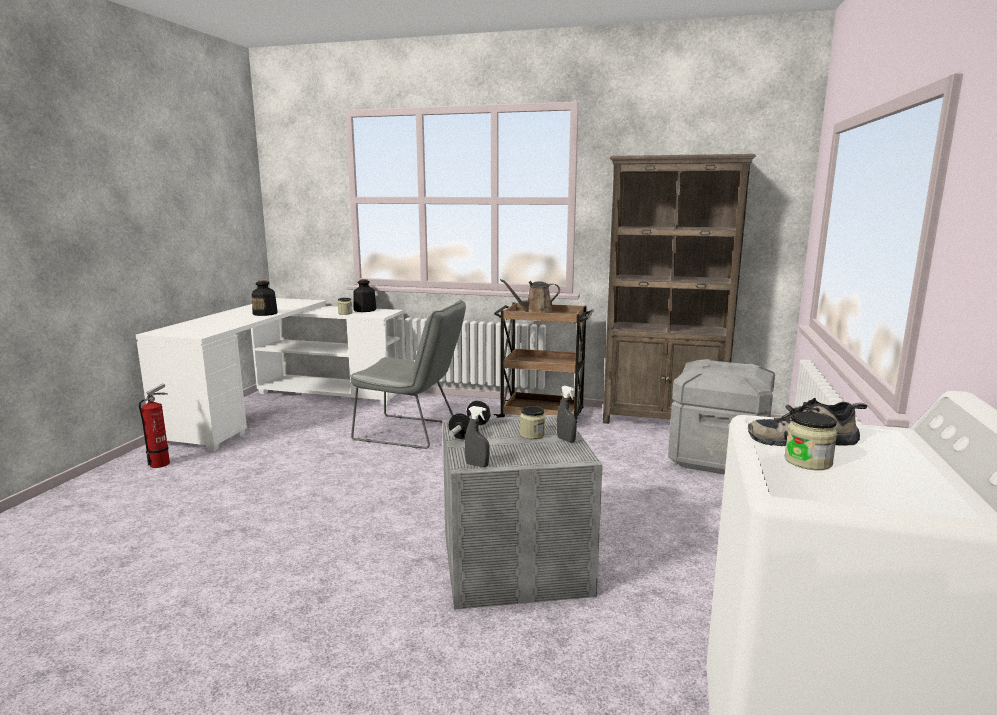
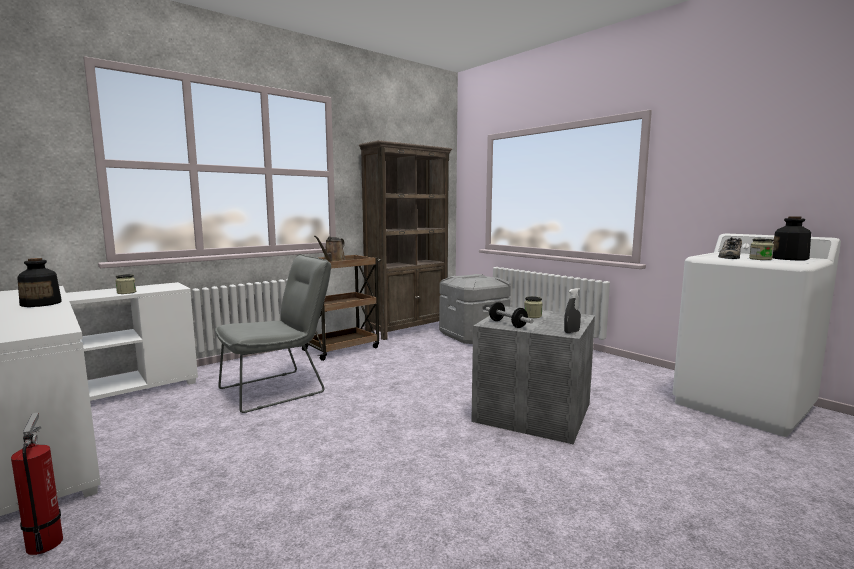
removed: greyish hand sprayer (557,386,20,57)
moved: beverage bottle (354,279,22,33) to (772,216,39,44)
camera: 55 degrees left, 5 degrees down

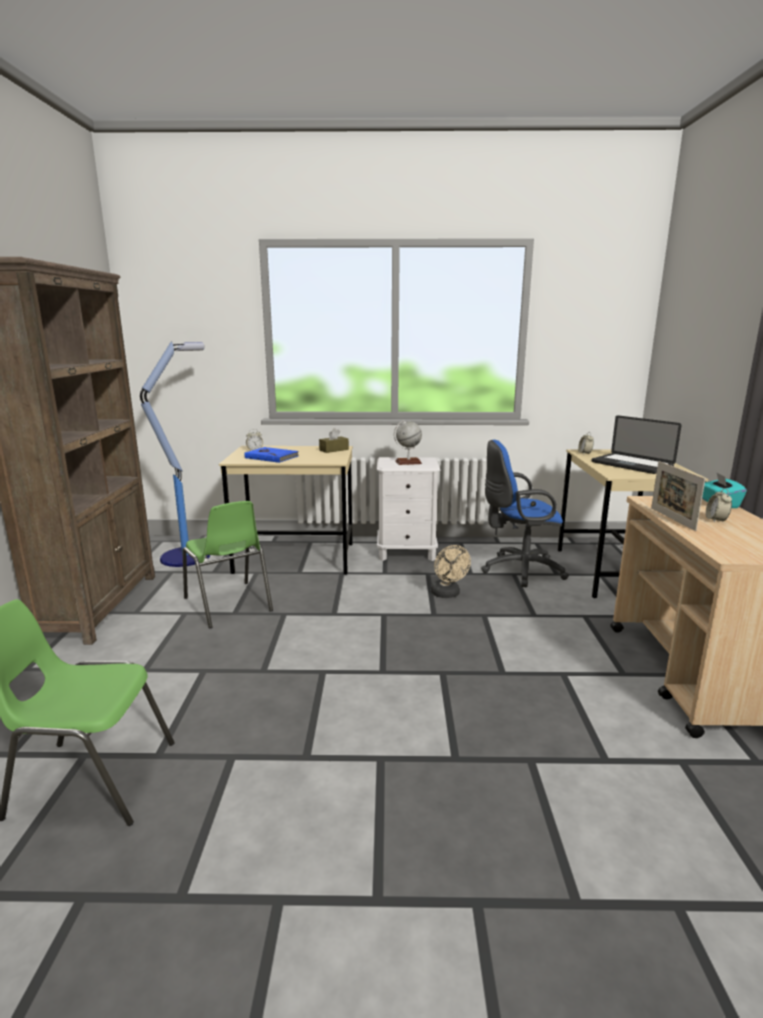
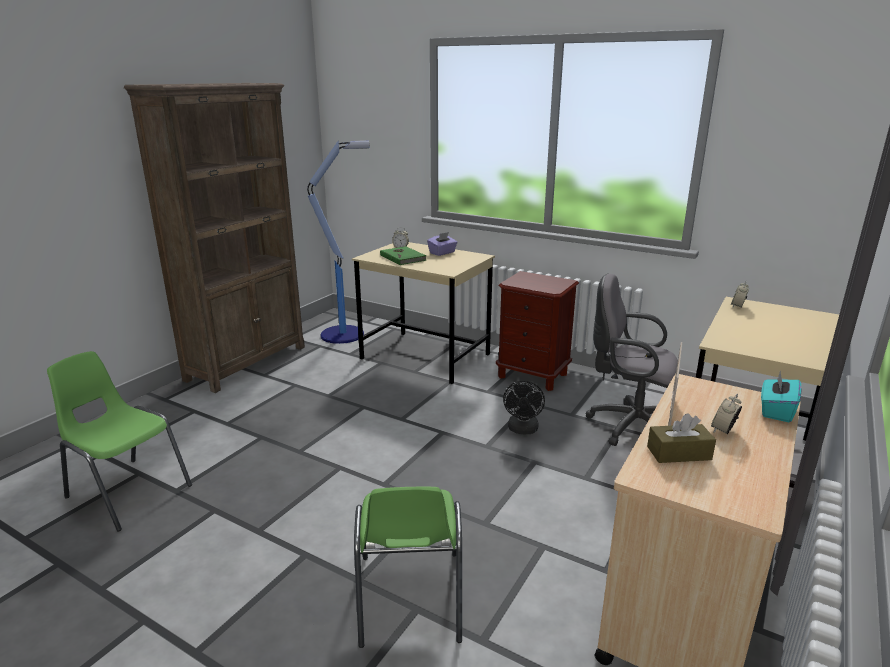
removed: portable computer (592,415,90,59); world globe (394,420,28,45)
added: purplish tissue box (427,232,31,24)
moved: brownish tissue box (319,428,30,25) to (647,413,69,50); green plain chair (182,501,91,127) to (354,487,108,161)
recoloured: blue-coloured office chair (481,440,88,147) to greyish office chair (585,274,93,172); blue-coloured bound book (245,447,53,16) to green bound book (380,246,47,19); white nightstand (377,457,63,104) to brownish nightstand (496,271,83,120); sand-coloured electric fan (431,545,40,53) to blackish electric fan (503,381,42,53)
camera: 30 degrees right, 5 degrees up

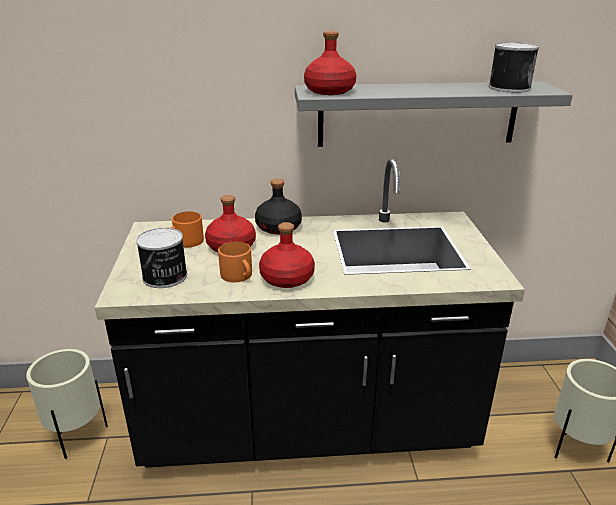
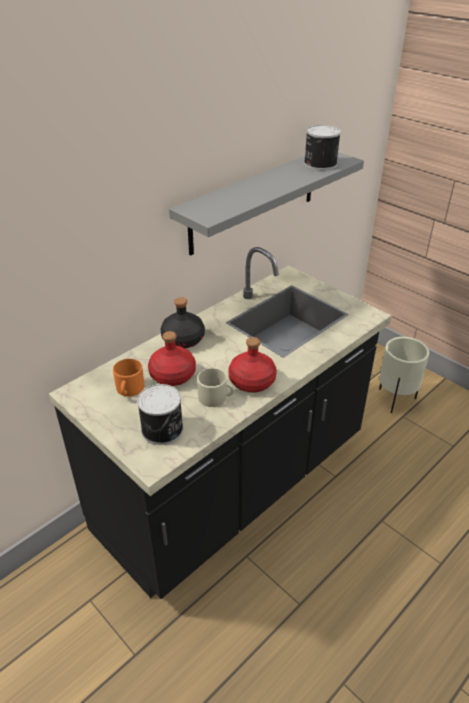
removed: red-coloured beverage bottle (304,31,52,64); sand-coloured plant pot (26,349,82,110)
recoloured: orangey tea mug (218,242,34,40) to sand-coloured tea mug (197,368,38,39)
camera: 40 degrees left, 10 degrees up

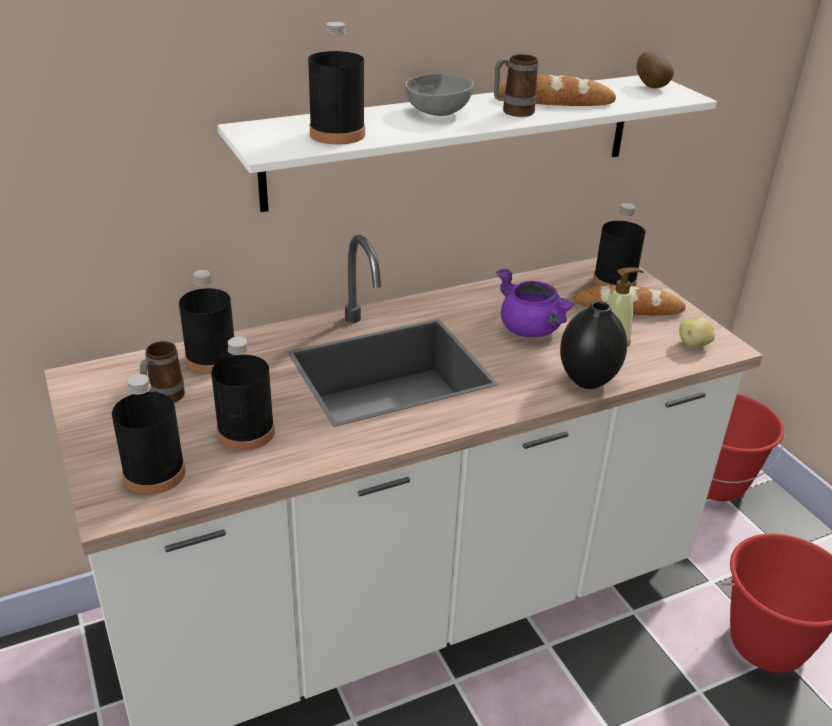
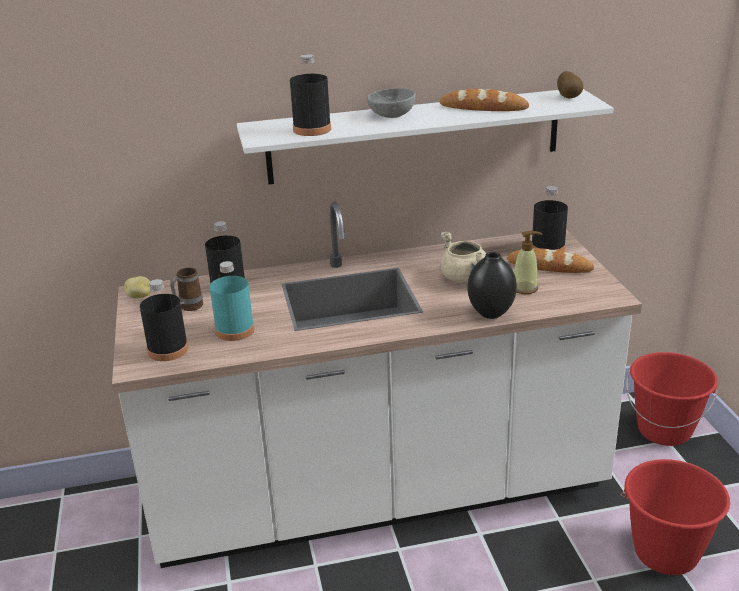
removed: tea mug (494,54,44,63)
moved: whole potato (679,317,36,31) to (124,276,27,23)
recoloured: purplish saucepot (496,269,79,68) to sand-coloured saucepot (440,231,46,51); blackish beverage bottle (211,336,64,115) to turquoise beverage bottle (210,261,45,80)
camera: 15 degrees right, 5 degrees down

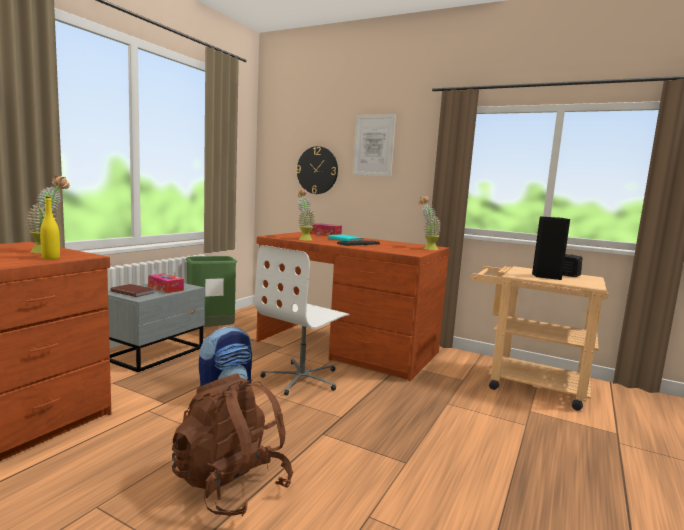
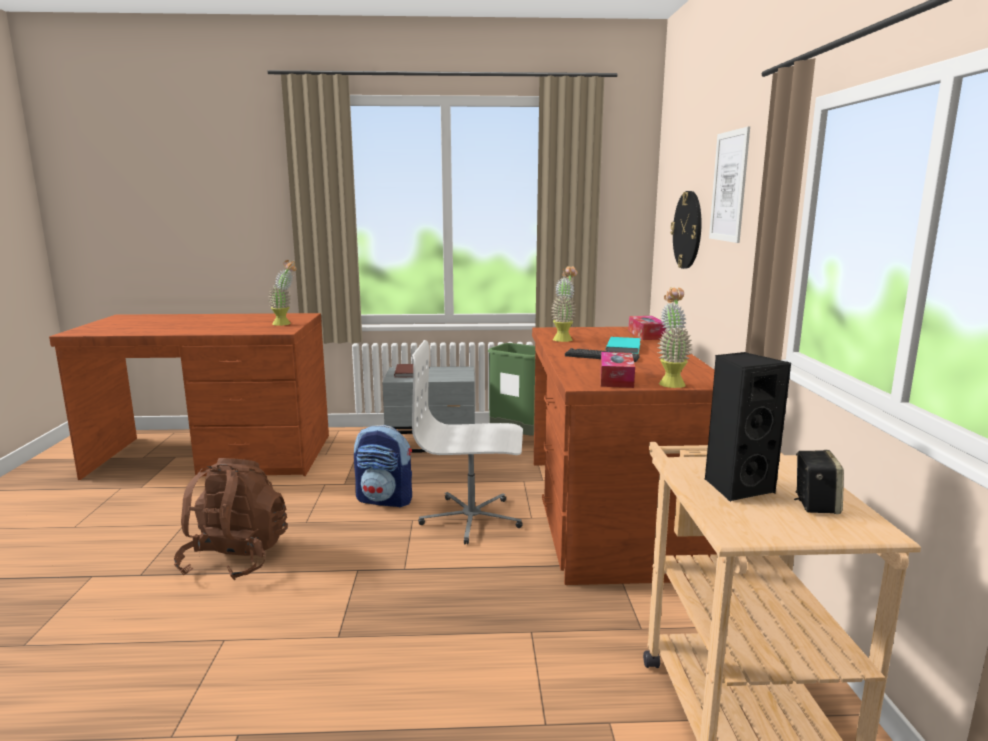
removed: yellowish beverage bottle (40,197,20,63)
moved: tissue box (148,273,36,20) to (600,352,35,36)
camera: 60 degrees right, 5 degrees up

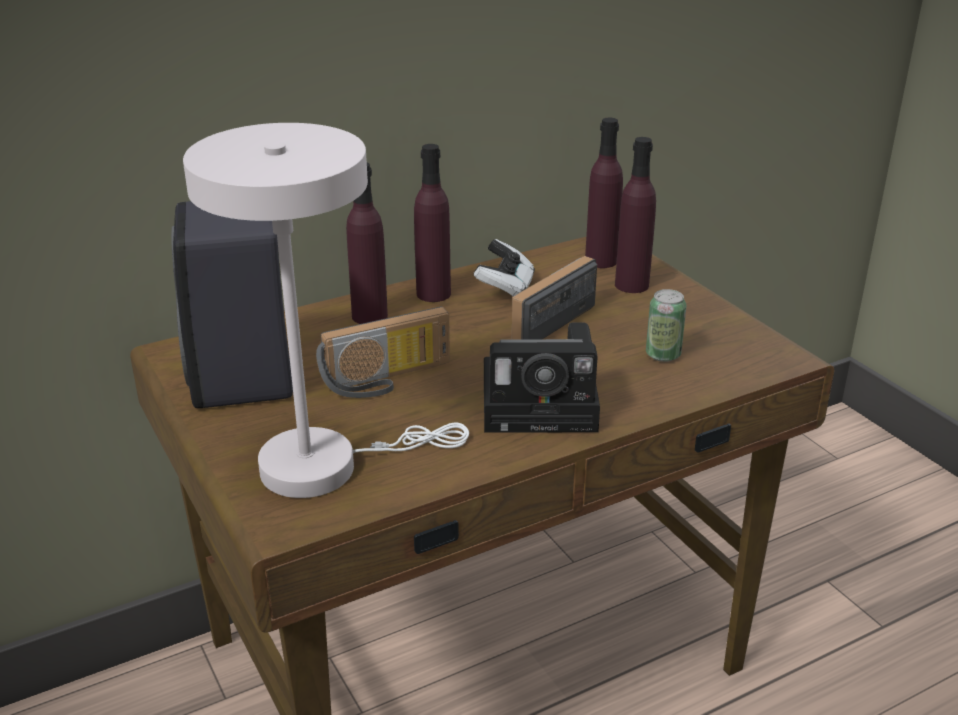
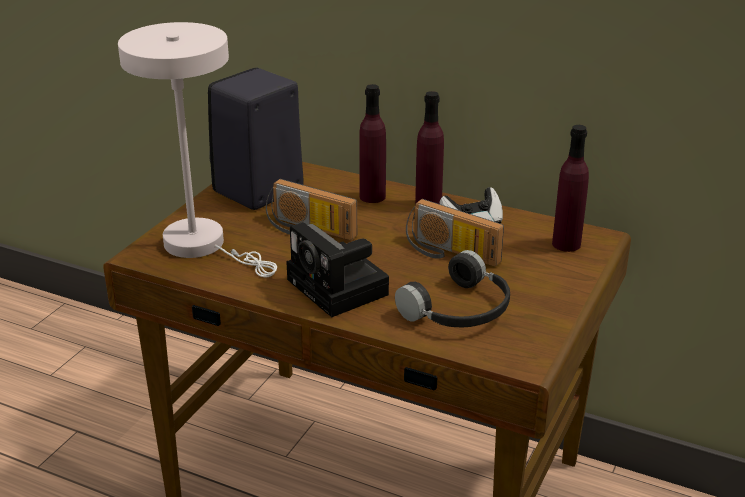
removed: purplish beverage bottle (615,137,41,156)
replaced: sealed can (646,289,41,73) to blackish pair of headphones (395,250,115,77)
turned: radio set (512,256,85,83) = (406,199,98,68) 150 degrees counterclockwise
camera: 55 degrees right, 0 degrees up

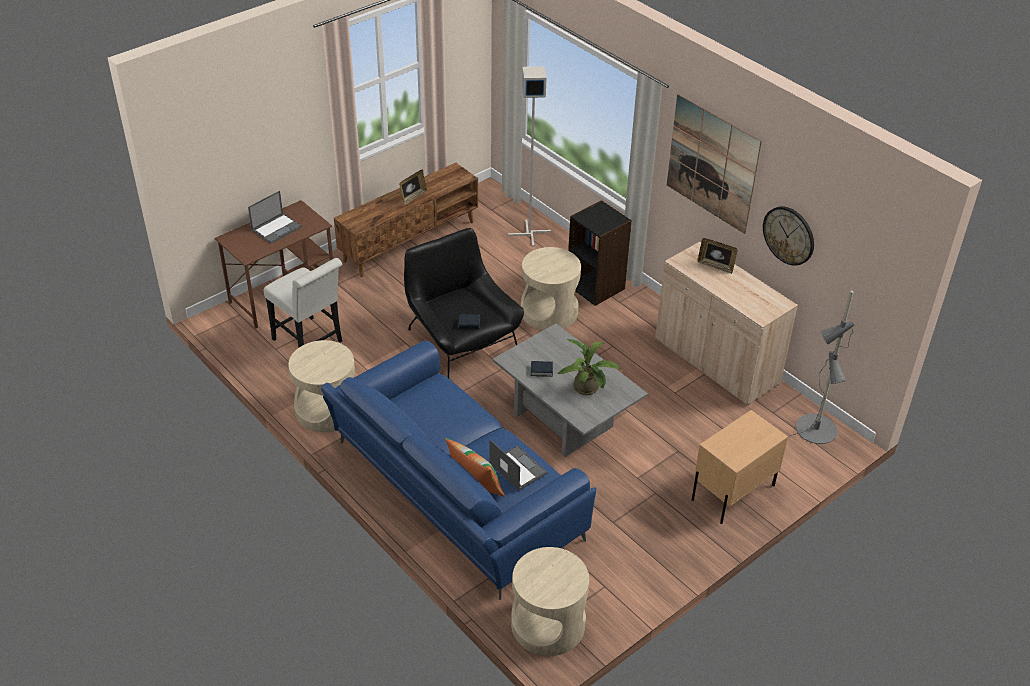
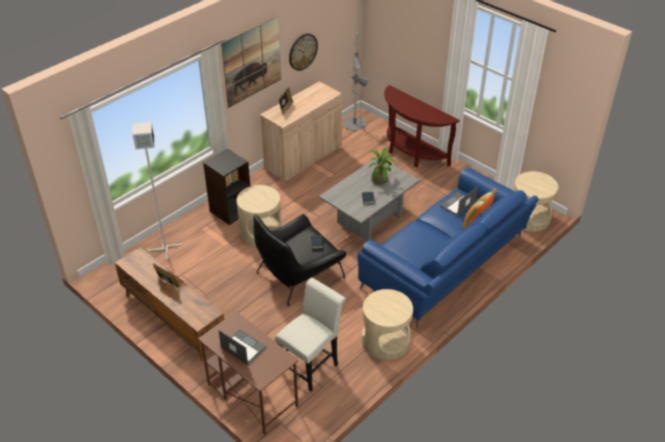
replaced: sand-coloured nightstand (692,410,96,114) to brownish console table (384,85,76,82)
camera: 95 degrees left, 0 degrees up

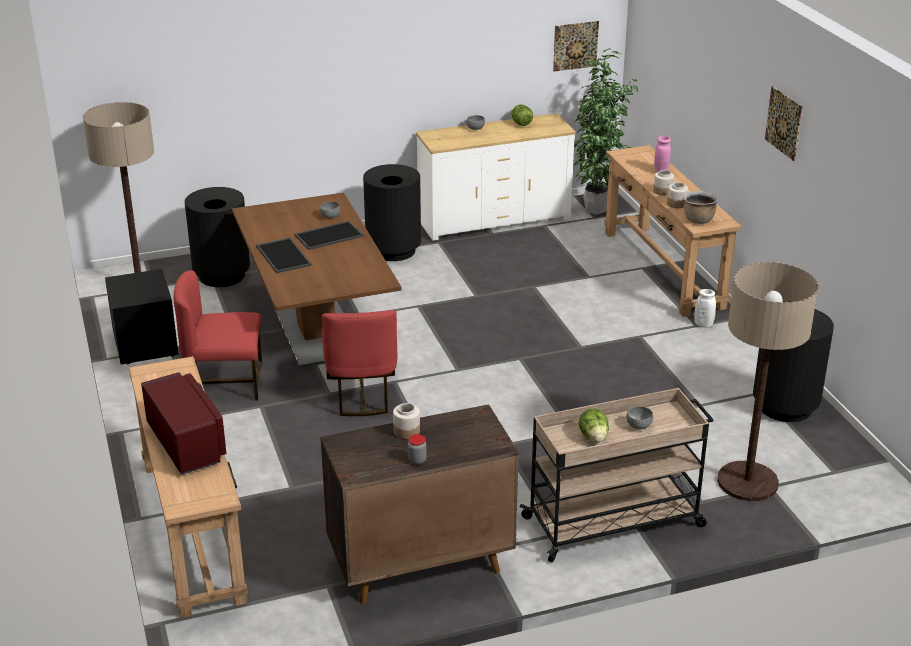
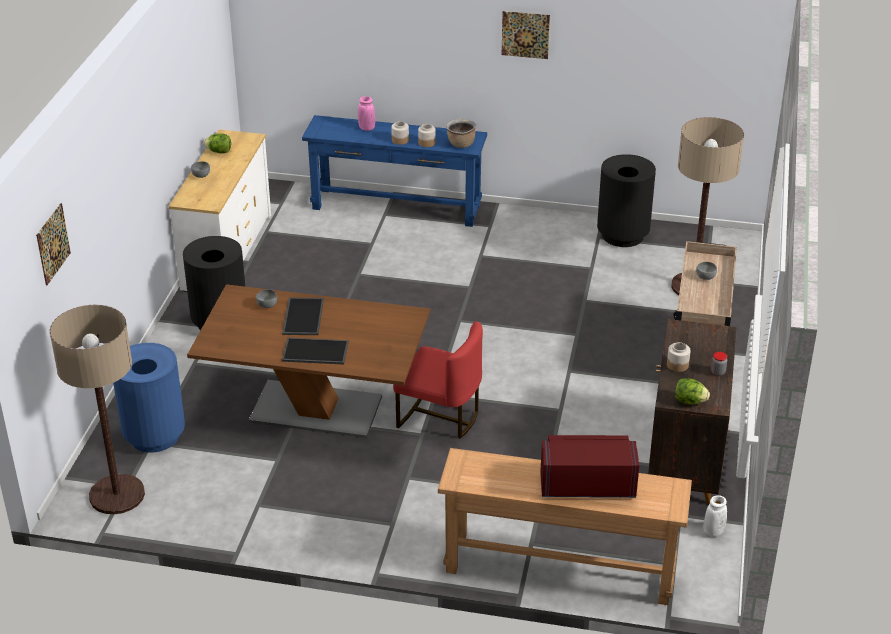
removed: houseplant (573,48,65,167); blackish nightstand (105,269,74,95); red-coloured plain chair (174,270,88,130)
moved: wall picture (553,21,46,51) to (36,203,35,82); white decorative vase (694,289,22,39) to (704,495,23,41); lettuce head (579,408,30,34) to (675,378,35,26)
recoloured: brownish console table (604,145,137,172) to blue-coloured console table (302,115,185,112); blackish waste bin (185,187,65,100) to blue-coloured waste bin (113,343,72,110)
camera: 60 degrees left, 5 degrees up

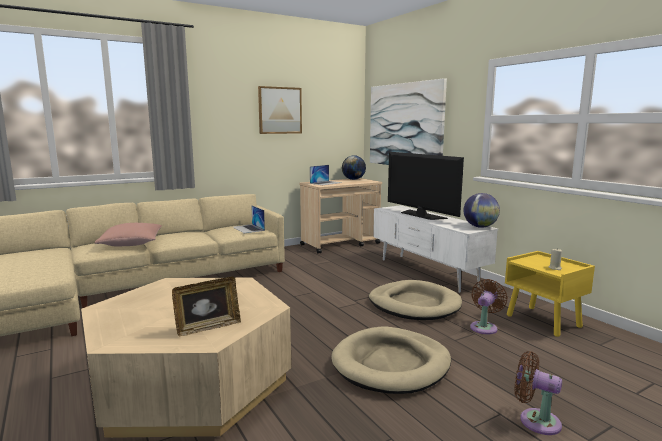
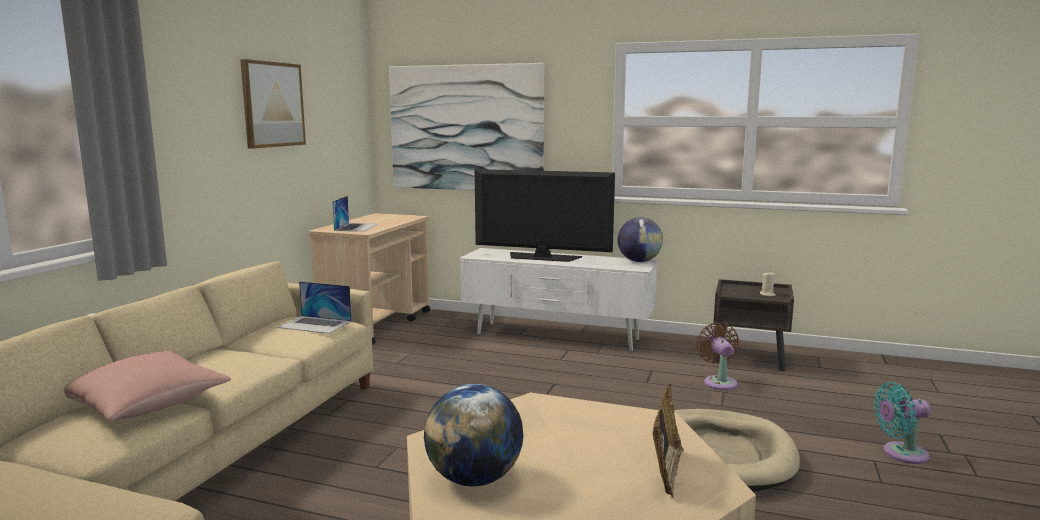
removed: sand-coloured dog cushion (369,280,93,40)
moved: world globe (342,155,24,25) to (424,384,100,102)
recoloured: yellowish nightstand (505,251,90,86) to brownish nightstand (713,279,81,92); brownish electric fan (514,351,48,84) to turquoise electric fan (874,382,57,82)
camera: 40 degrees left, 0 degrees up

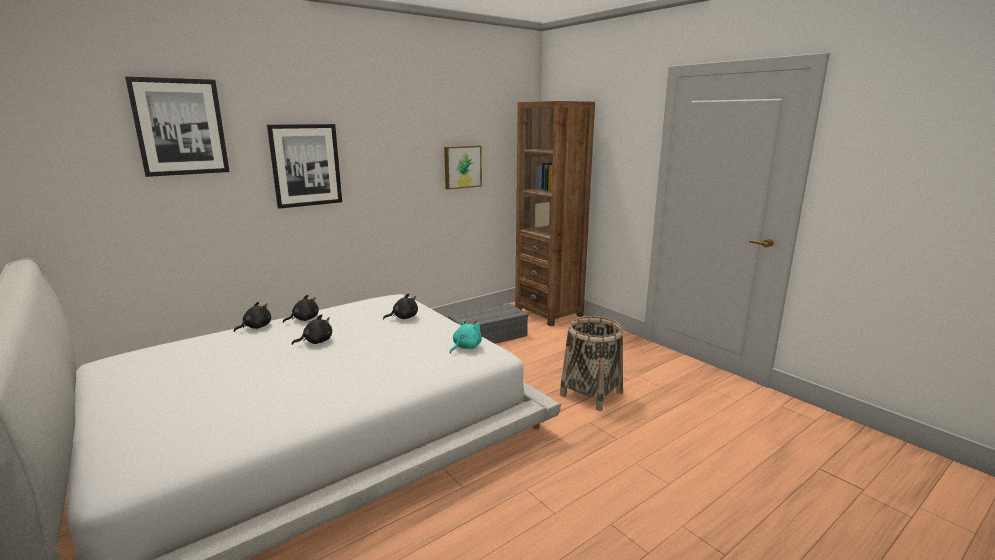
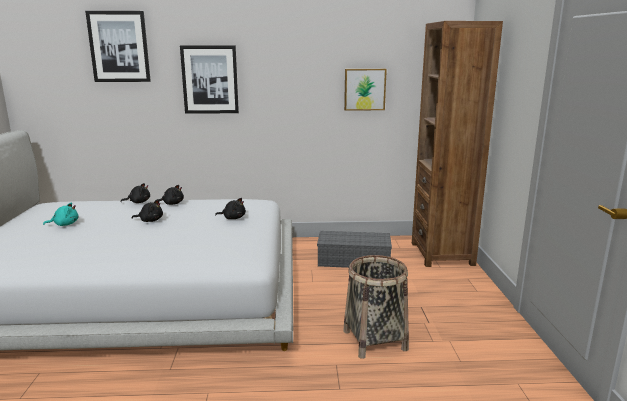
moved: turquoise plush toy (450,319,32,34) to (43,202,36,24)
camera: 35 degrees right, 0 degrees up

